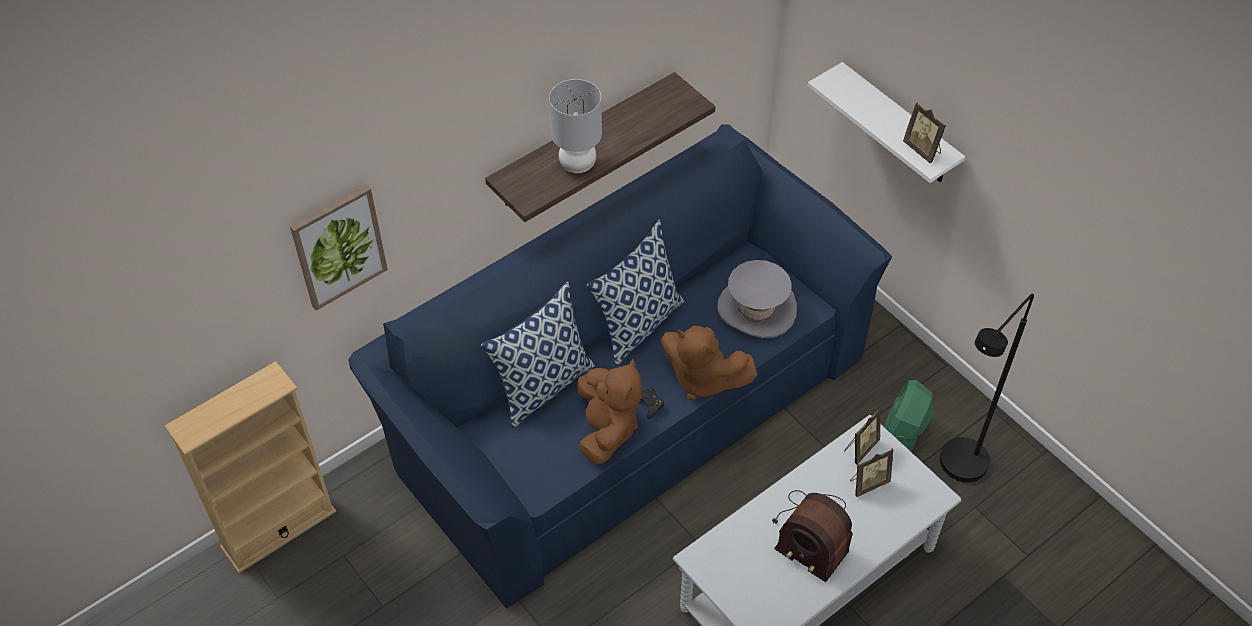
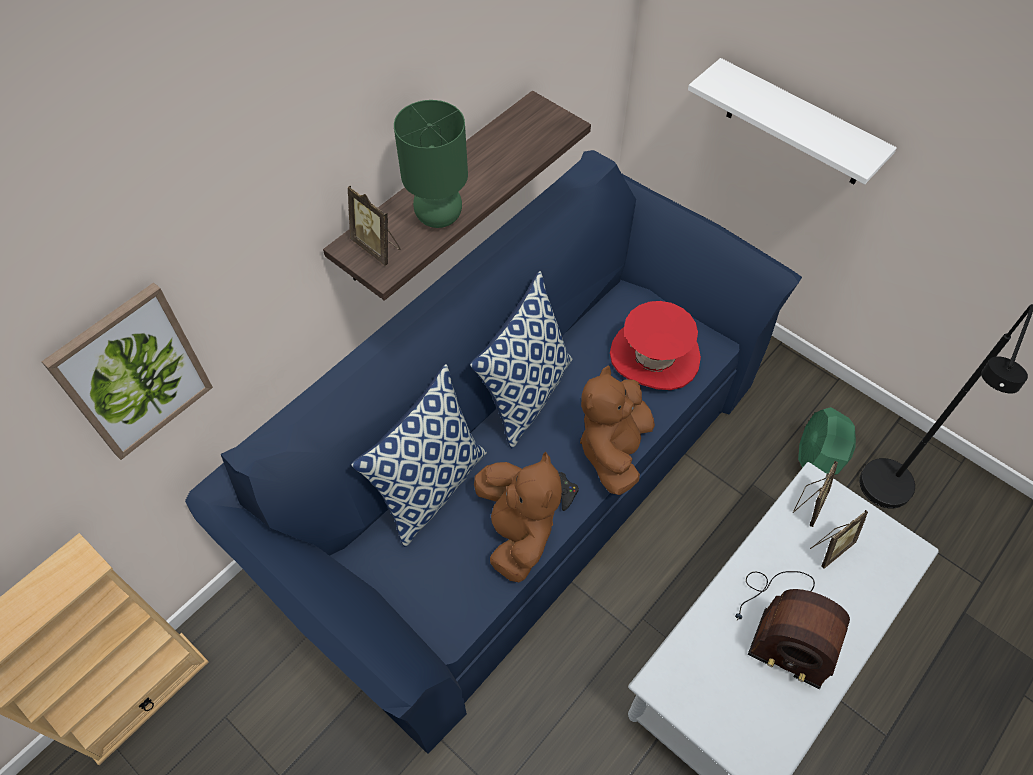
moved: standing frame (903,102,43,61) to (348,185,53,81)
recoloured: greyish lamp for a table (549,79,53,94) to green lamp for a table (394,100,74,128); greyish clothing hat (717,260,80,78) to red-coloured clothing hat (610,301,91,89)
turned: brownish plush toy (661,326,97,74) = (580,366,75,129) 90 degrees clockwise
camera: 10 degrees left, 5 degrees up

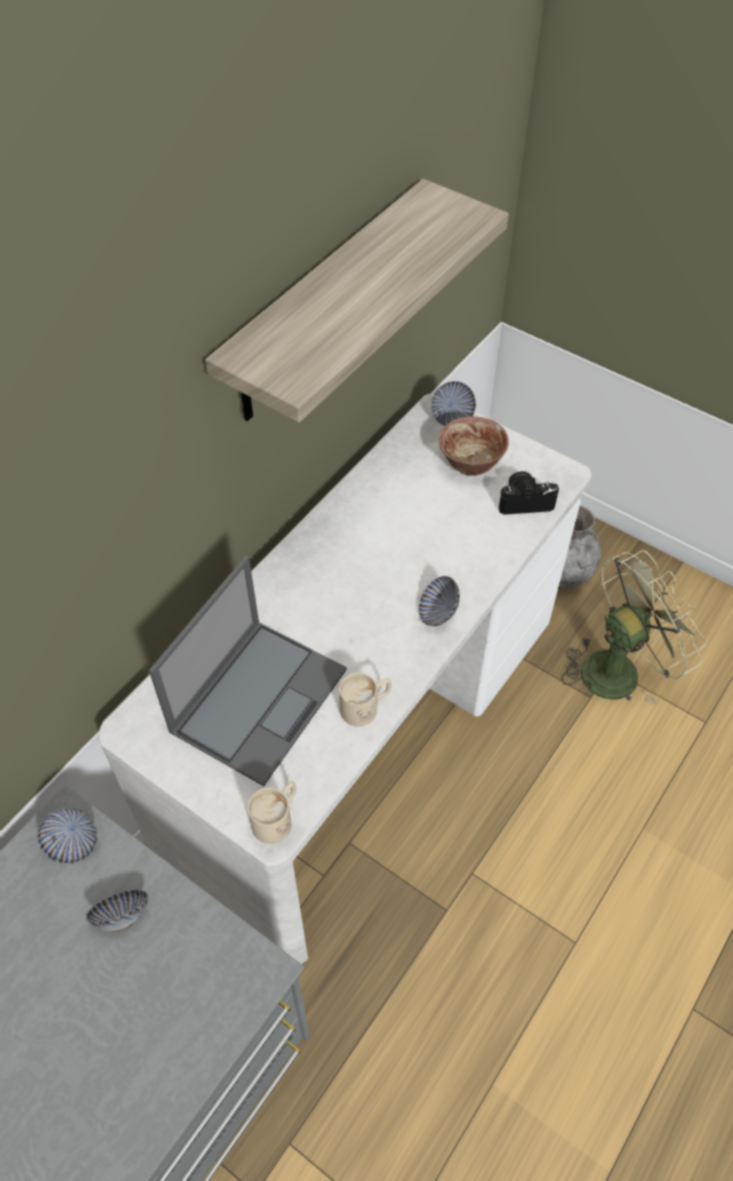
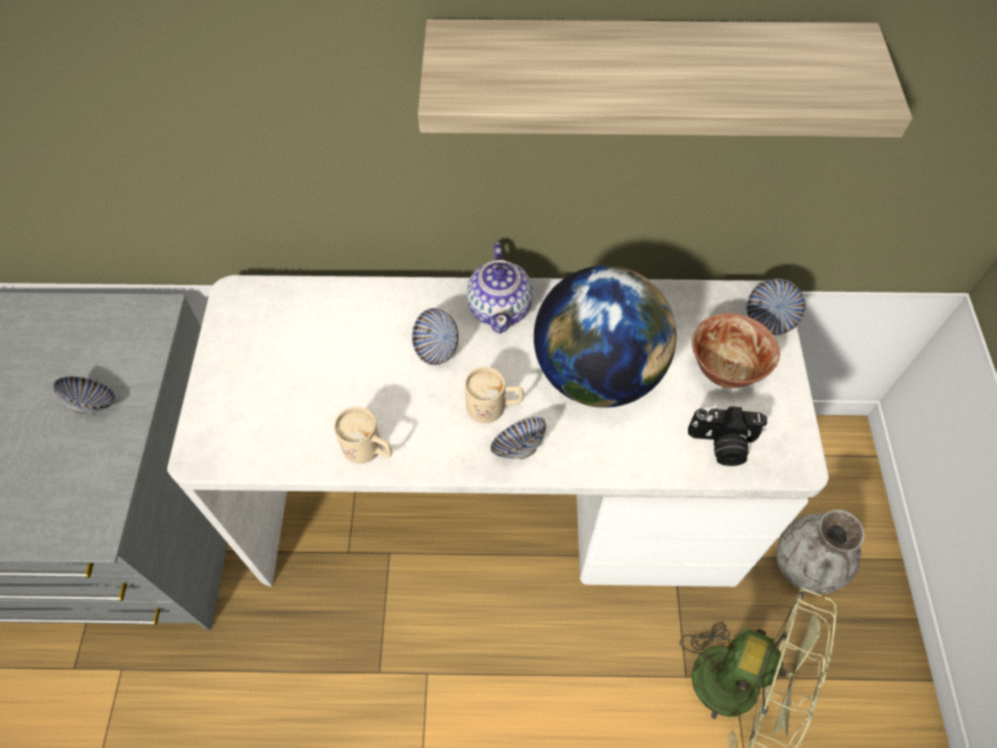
removed: portable computer (149,556,198,230)
added: pot for tea (466,242,67,92); world globe (534,265,143,143)
moved: sand-coloured tea mug (248,781,48,63) to (465,367,59,56); deep dish (37,808,60,56) to (412,308,47,57)
turned: photo camera (499,471,60,44) = (688,405,79,61) 135 degrees clockwise
camera: 55 degrees right, 5 degrees up

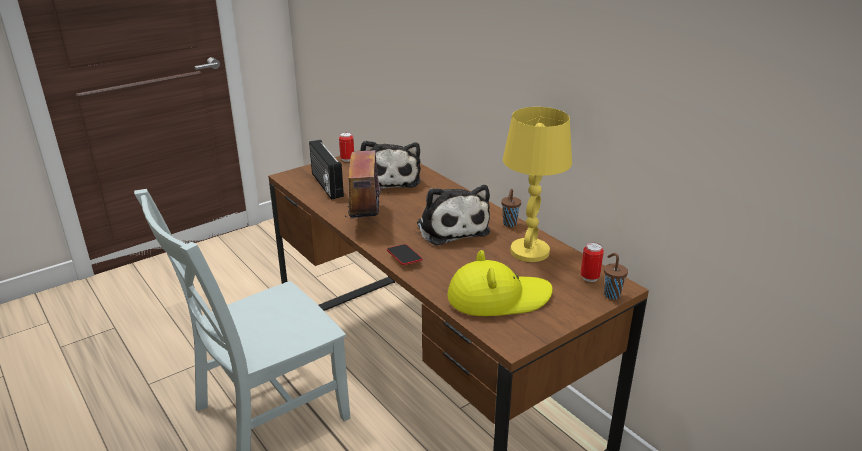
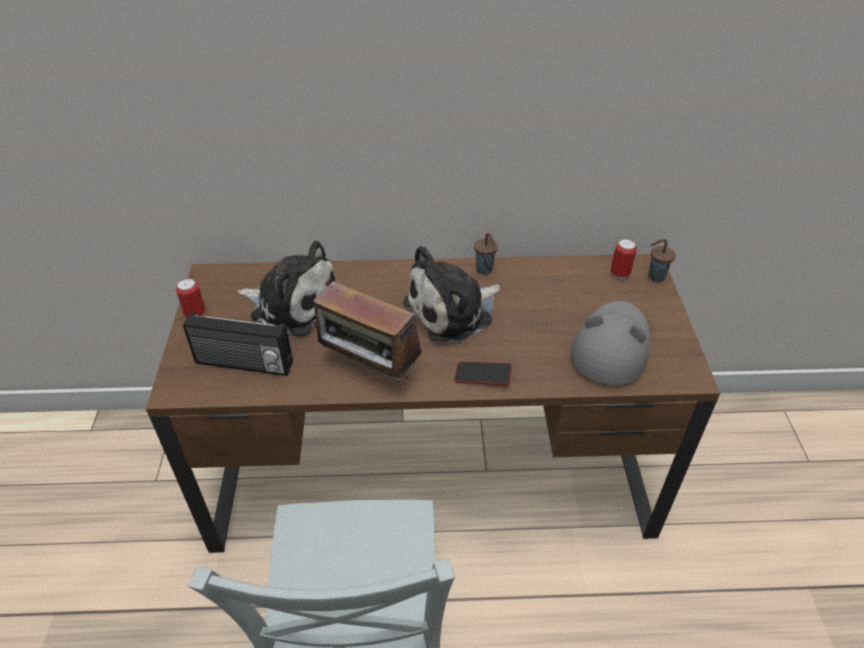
removed: yellowish lamp for a table (503,107,69,155)
recoloured: yellowish clothing hat (447,250,106,66) to greyish clothing hat (571,301,79,85)
turned: plush toy (417,185,73,61) = (403,245,97,98) 135 degrees clockwise
camera: 55 degrees left, 15 degrees up

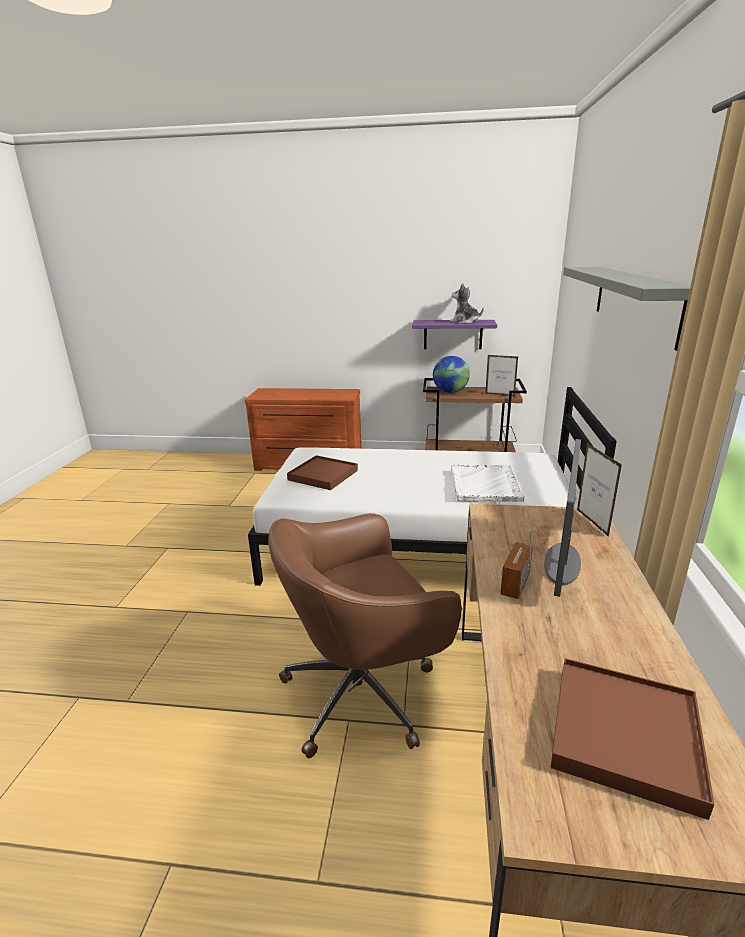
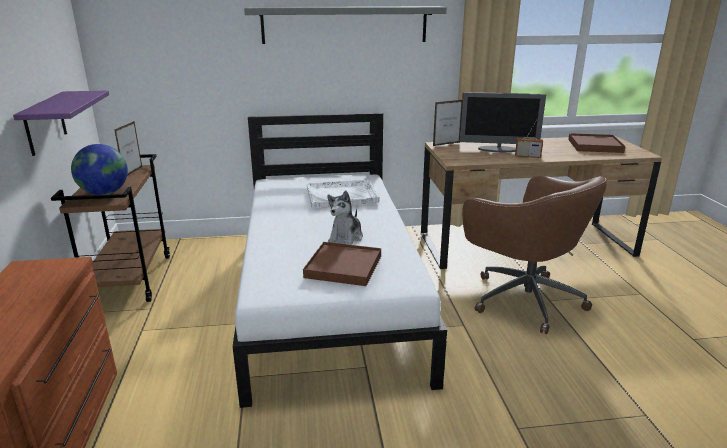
moved: plush toy (450,283,34,41) to (327,191,36,54)
camera: 105 degrees left, 0 degrees up

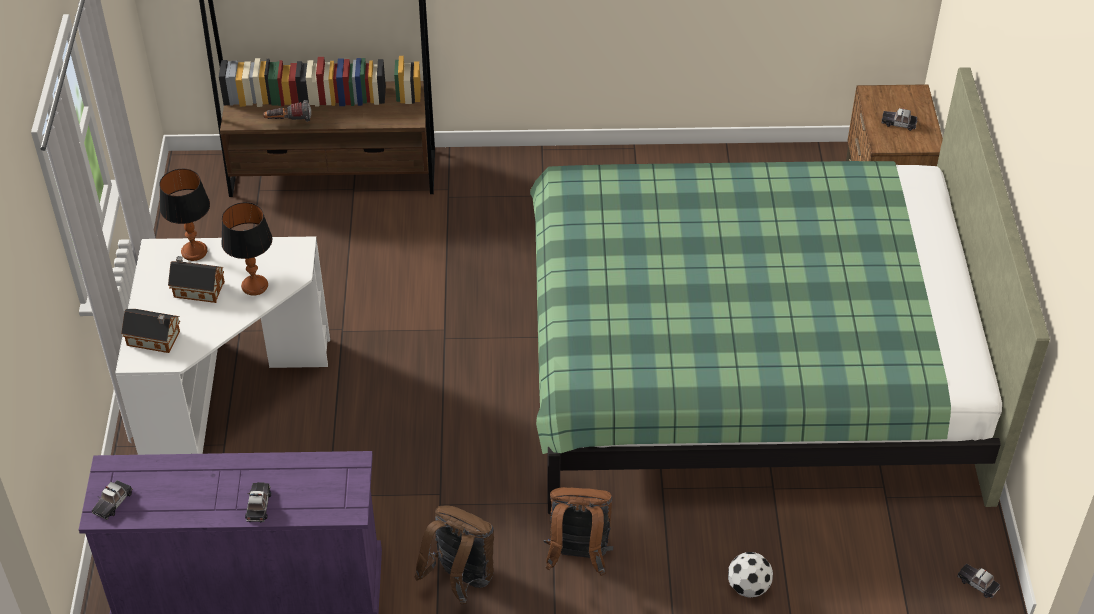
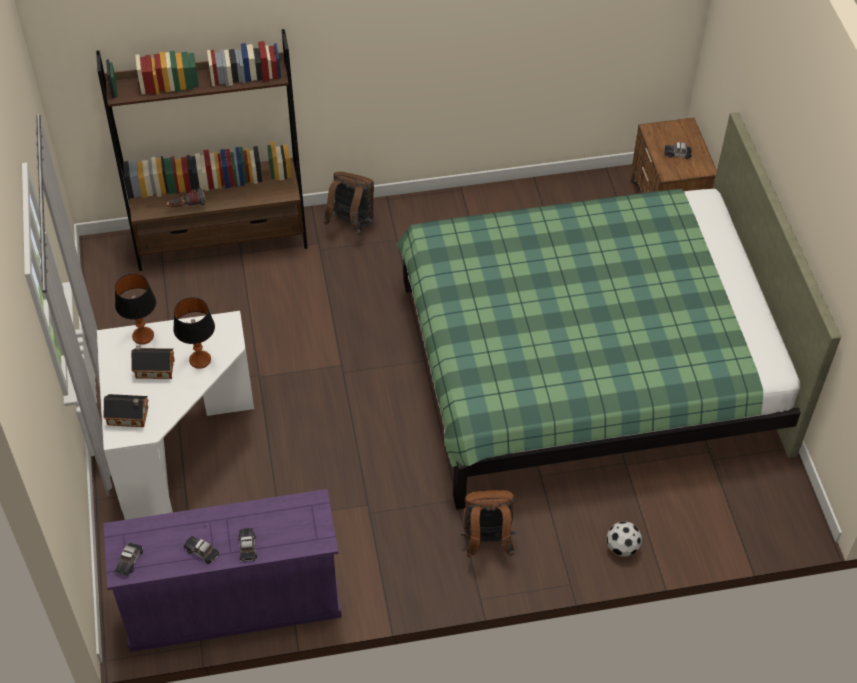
moved: brownish rucksack (414,505,80,99) to (324,172,50,63); miniature car (957,564,43,34) to (183,536,37,28)
camera: 10 degrees left, 5 degrees up

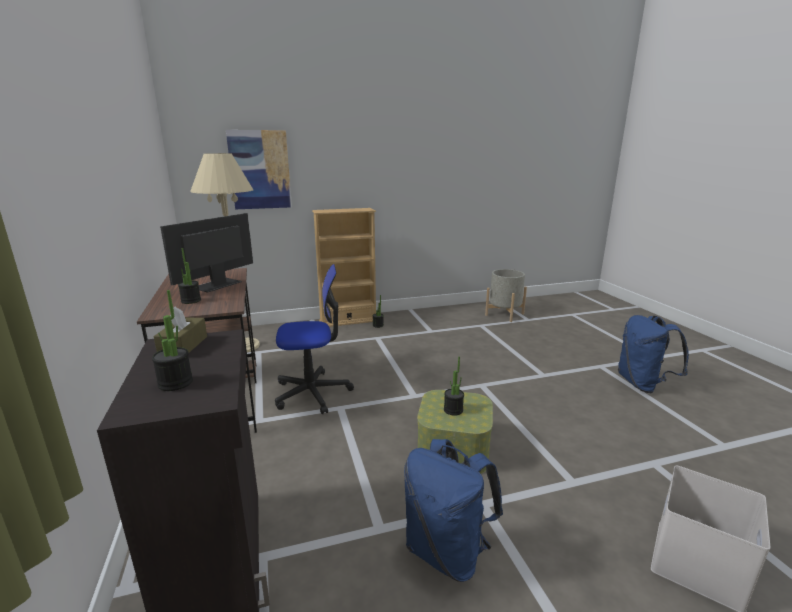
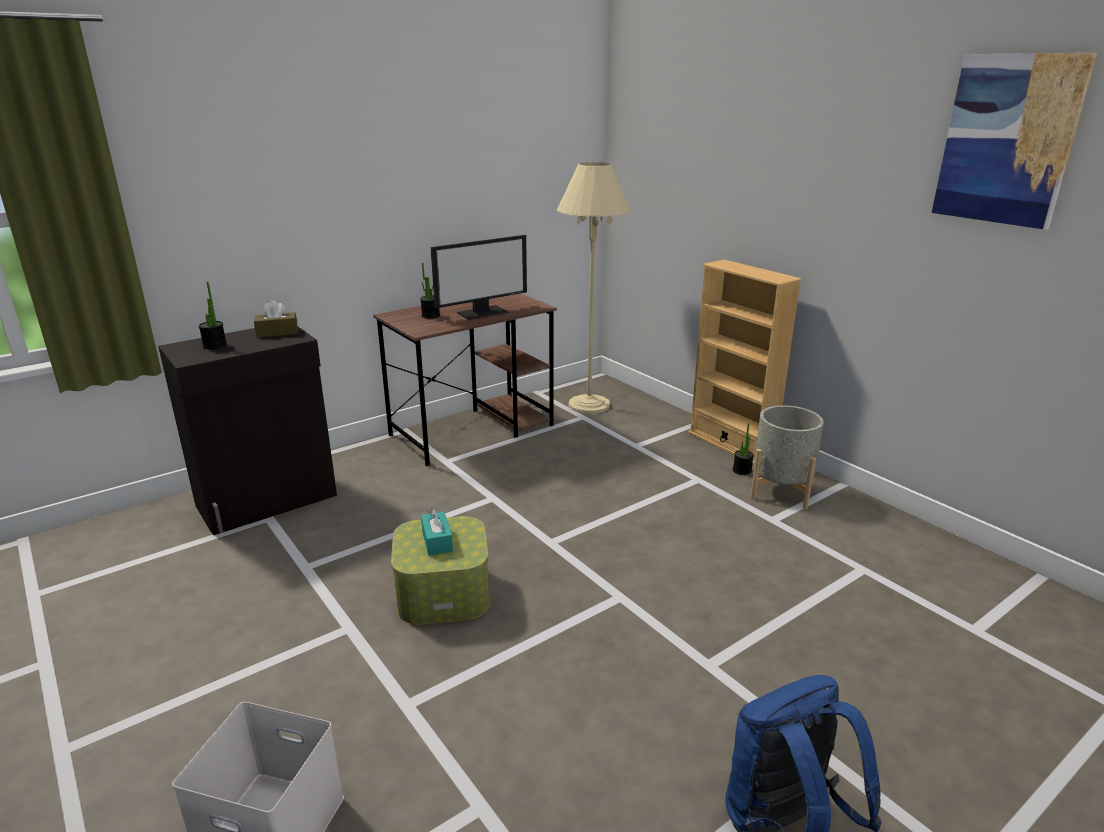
removed: office chair (275,264,79,150); blue-coloured rucksack (404,439,99,143)
moved: wall picture (226,130,66,79) to (932,53,165,177); greyish plant pot (485,269,42,53) to (750,405,74,104)
replaced: houseplant (444,356,20,60) to turquoise tissue box (421,508,32,48)
turned: computer display (160,213,93,80) = (431,235,96,85) 135 degrees clockwise
camera: 70 degrees right, 5 degrees up

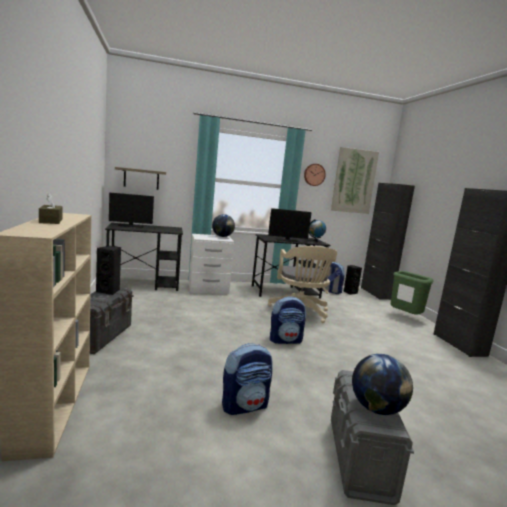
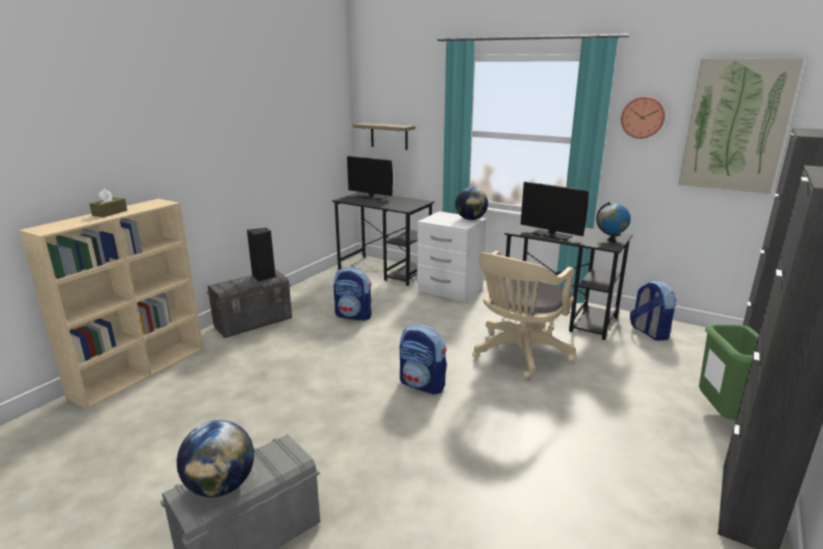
removed: blackish loudspeaker (344,265,18,30)
moved: rucksack (222,343,51,72) to (334,267,38,54)
camera: 45 degrees right, 10 degrees up

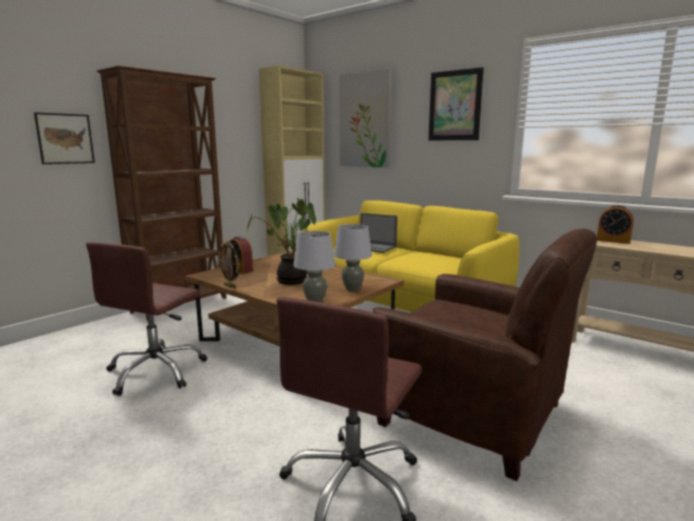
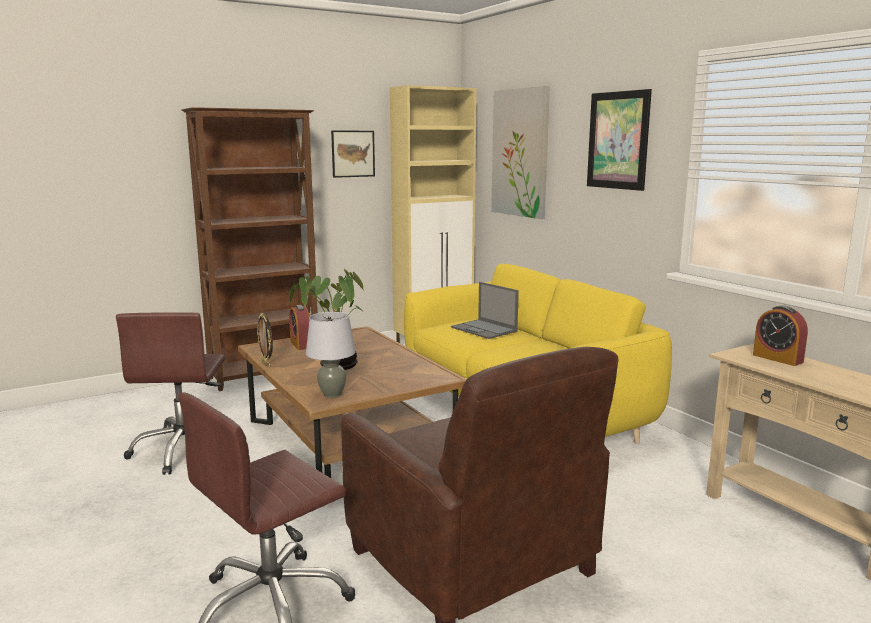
removed: greyish lamp for a table (334,224,38,67)
moved: wall picture (34,112,61,52) to (331,130,44,48)
turned: brownish office chair (86,242,121,154) = (116,312,109,163) 45 degrees counterclockwise
camera: 20 degrees right, 0 degrees up

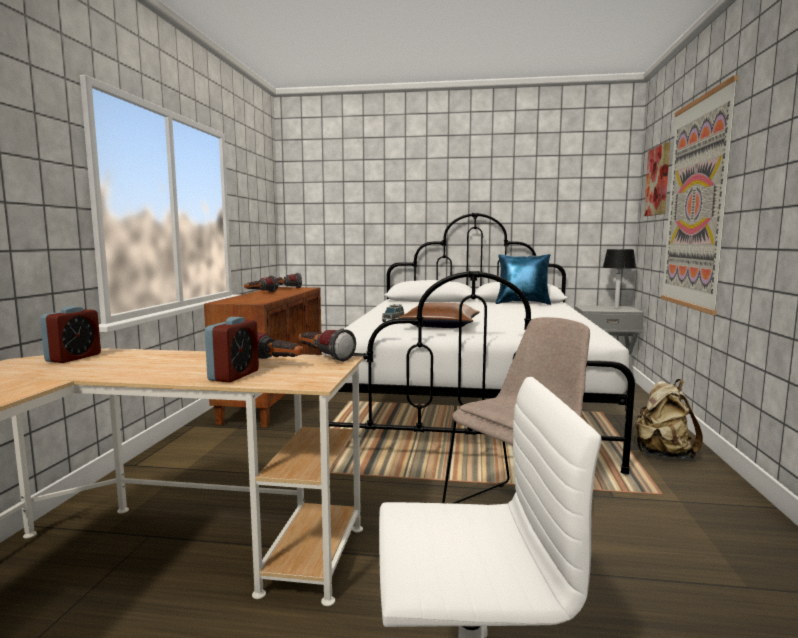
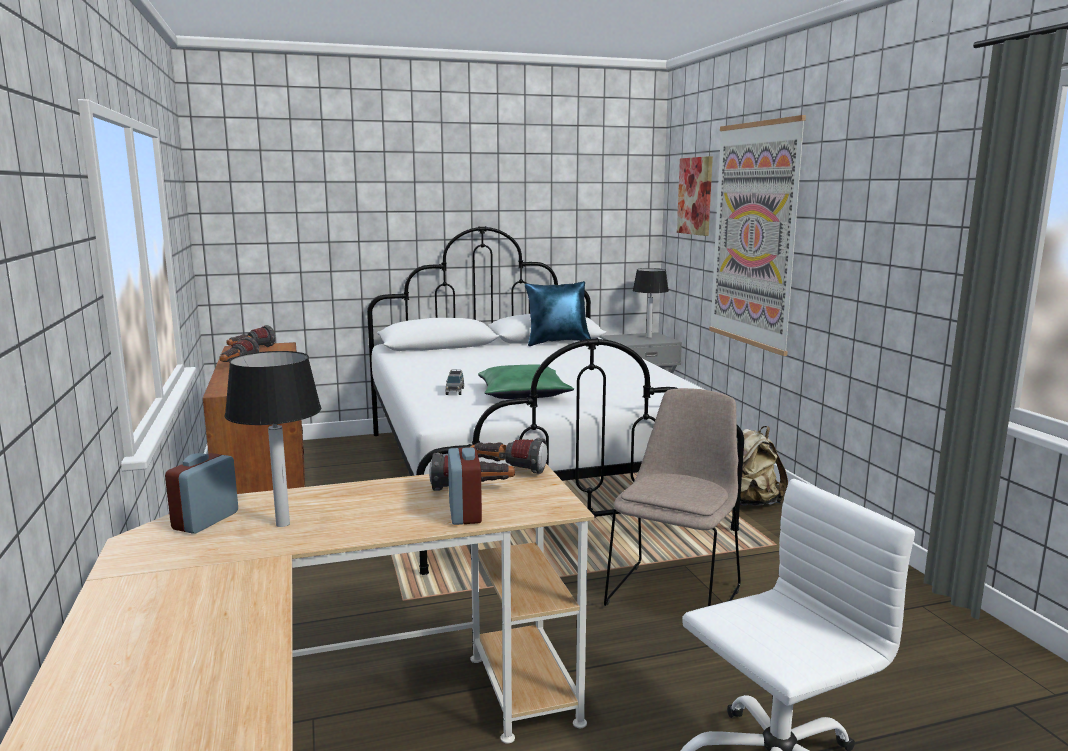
added: lamp for a table (224,351,98,176)
recoloured: brownish cushion (398,302,82,26) to green cushion (478,364,96,35)
turned: bedside clock (40,306,61,57) = (165,453,73,81) 150 degrees counterclockwise
camera: 25 degrees left, 5 degrees up

